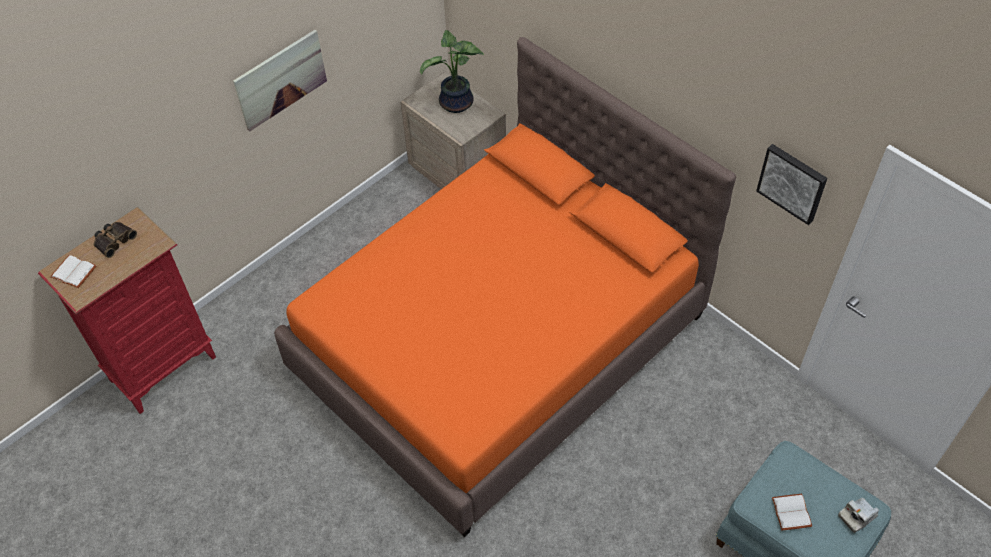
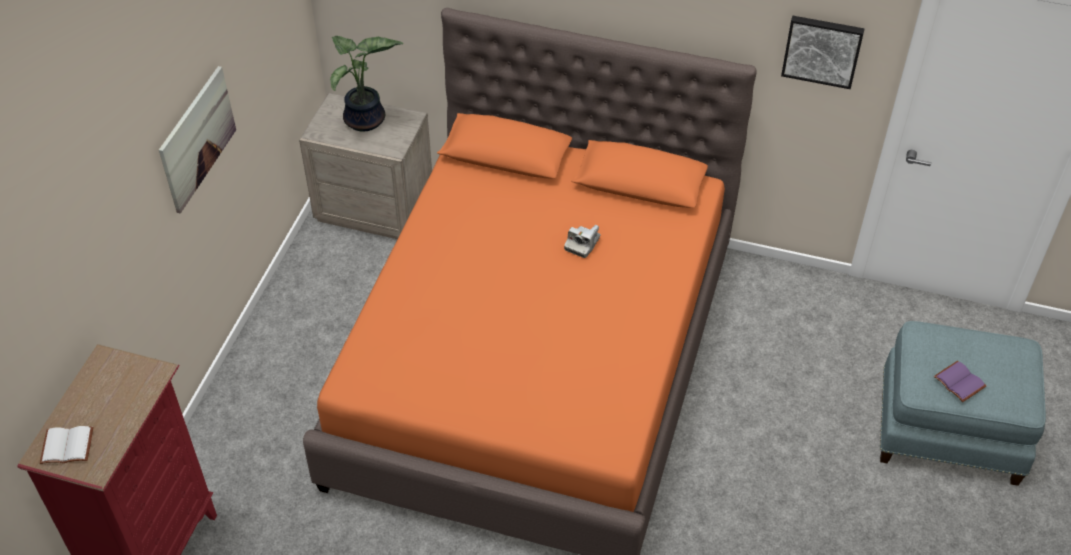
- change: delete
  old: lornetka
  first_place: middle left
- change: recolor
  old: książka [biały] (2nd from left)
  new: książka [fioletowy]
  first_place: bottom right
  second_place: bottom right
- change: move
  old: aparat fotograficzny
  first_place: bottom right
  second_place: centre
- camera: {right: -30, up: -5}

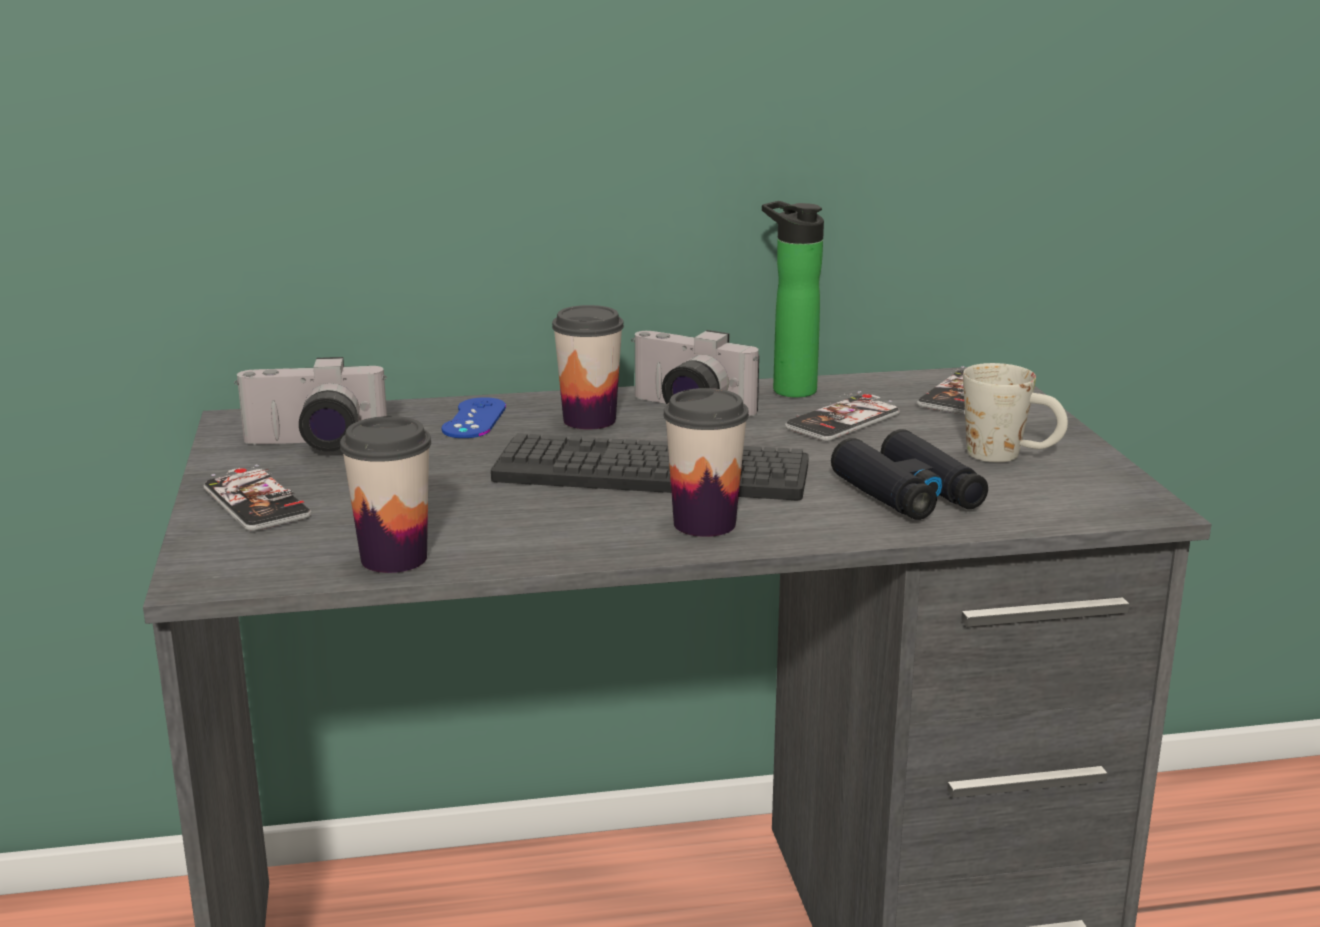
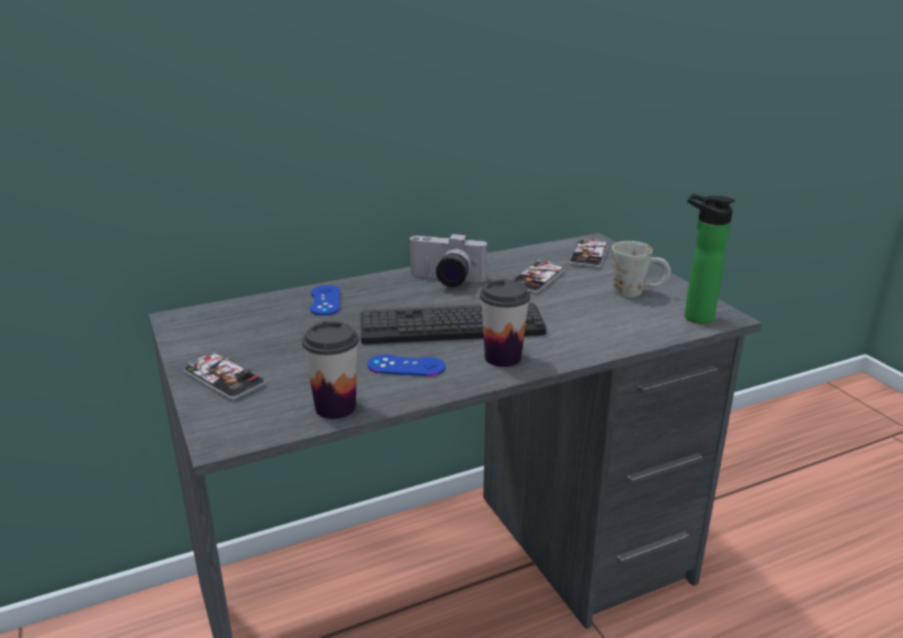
- change: delete
  old: aparat fotograficzny (1st from left)
  first_place: middle left
- change: delete
  old: filiżanka (2nd from left)
  first_place: centre
- change: move
  old: butelka
  first_place: top centre
  second_place: middle right
- change: delete
  old: lornetka [czarny]
  first_place: middle right
- change: insert
  new: pad do gier [niebieski] (2nd from left)
  second_place: centre
- camera: {right: -15, up: 5}

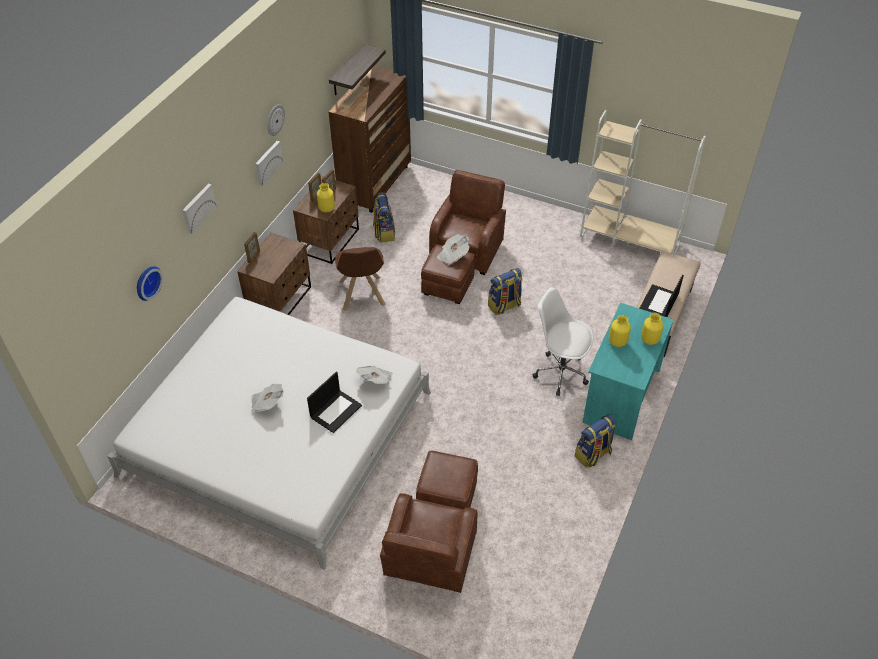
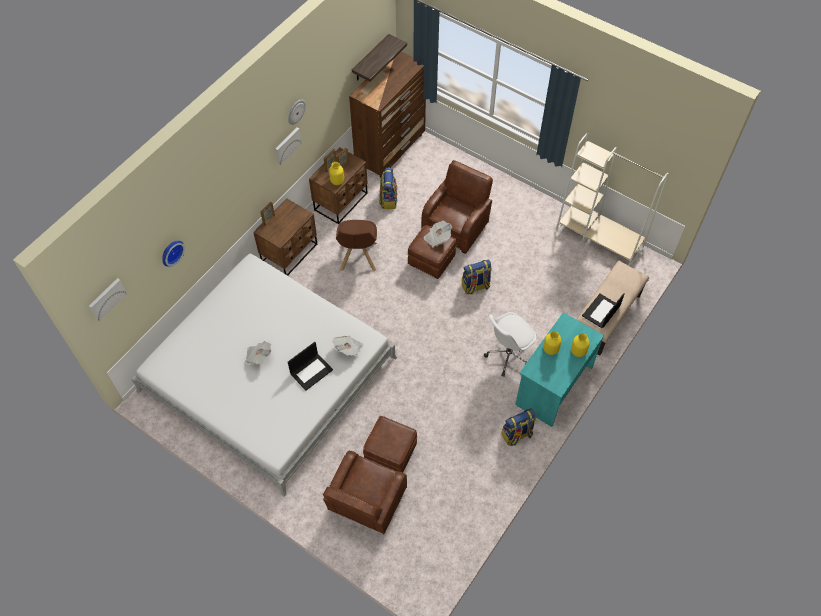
- change: move
  old: obraz (1st from left)
  first_place: top left
  second_place: middle left
- change: rotate
  old: krzesło biurowe [biały]
  first_place: centre
  second_place: centre
  degrees: -75
- camera: {right: 10, up: 10}

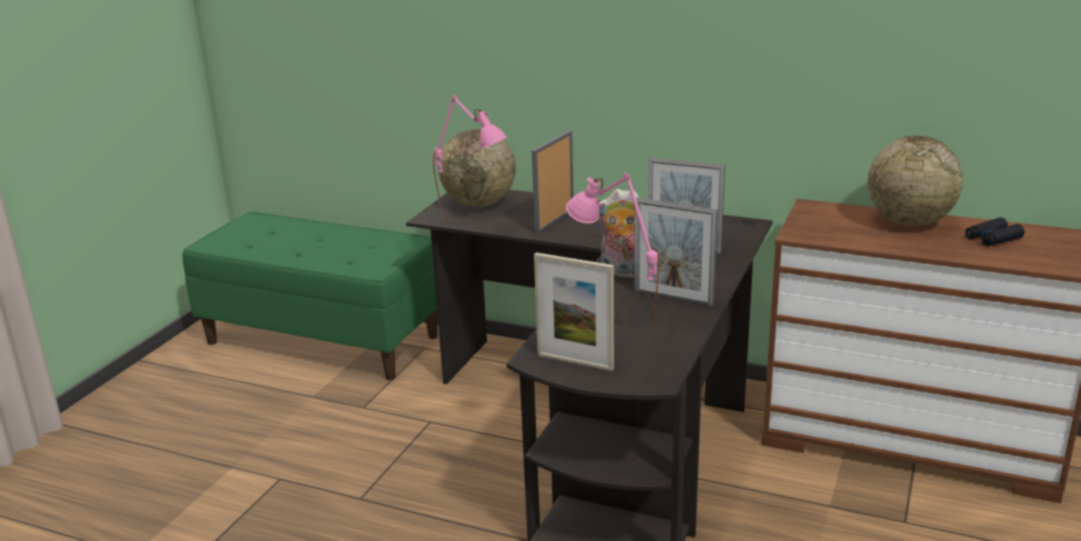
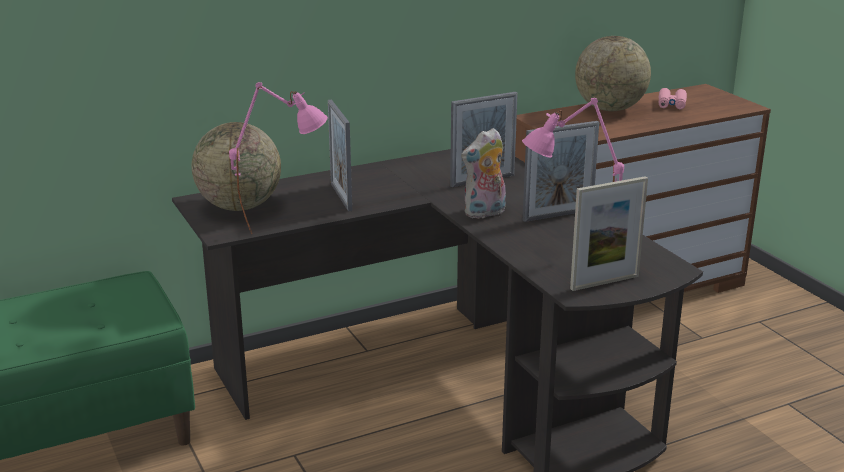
- change: recolor
  old: lornetka [czarny]
  new: lornetka [różowy]
  first_place: middle right
  second_place: top right
- camera: {right: -50, up: 0}

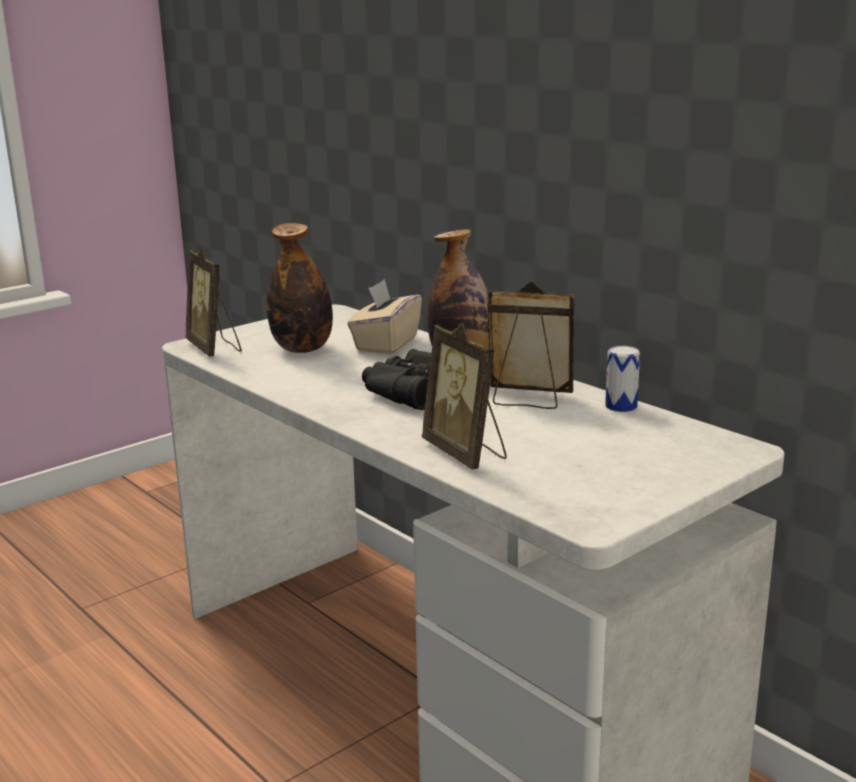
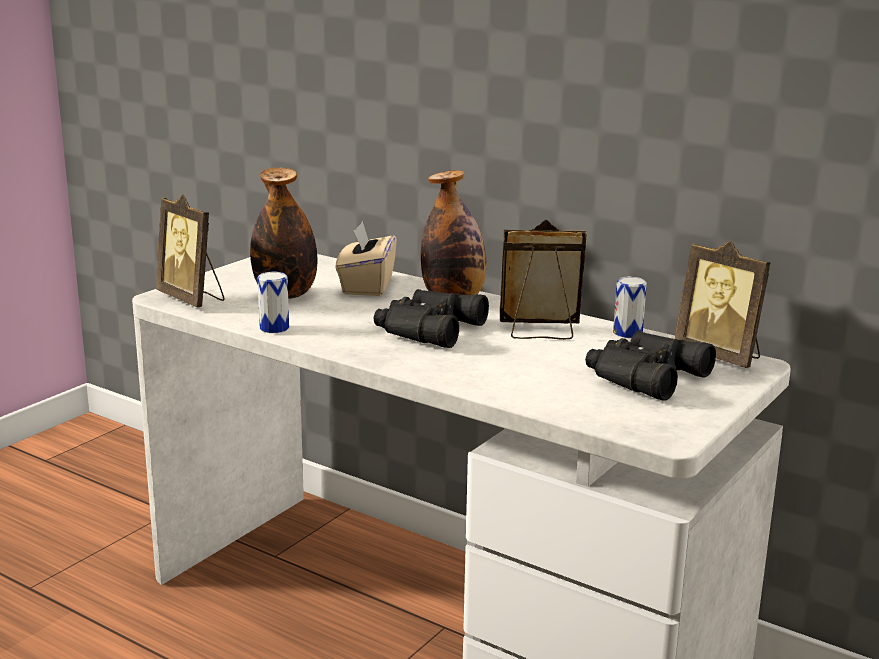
- change: move
  old: ramka na zdjęcie (2nd from left in the first image)
  new: ramka na zdjęcie (3rd from left)
  first_place: centre
  second_place: middle right
- change: insert
  new: puszka (1st from left)
  second_place: middle left
- change: insert
  new: lornetka [czarny] (2nd from left)
  second_place: middle right
- camera: {right: -15, up: 0}

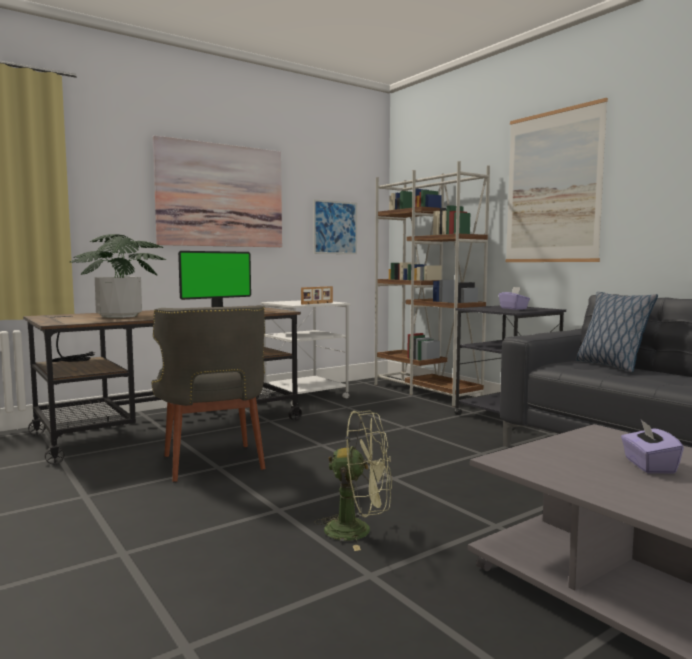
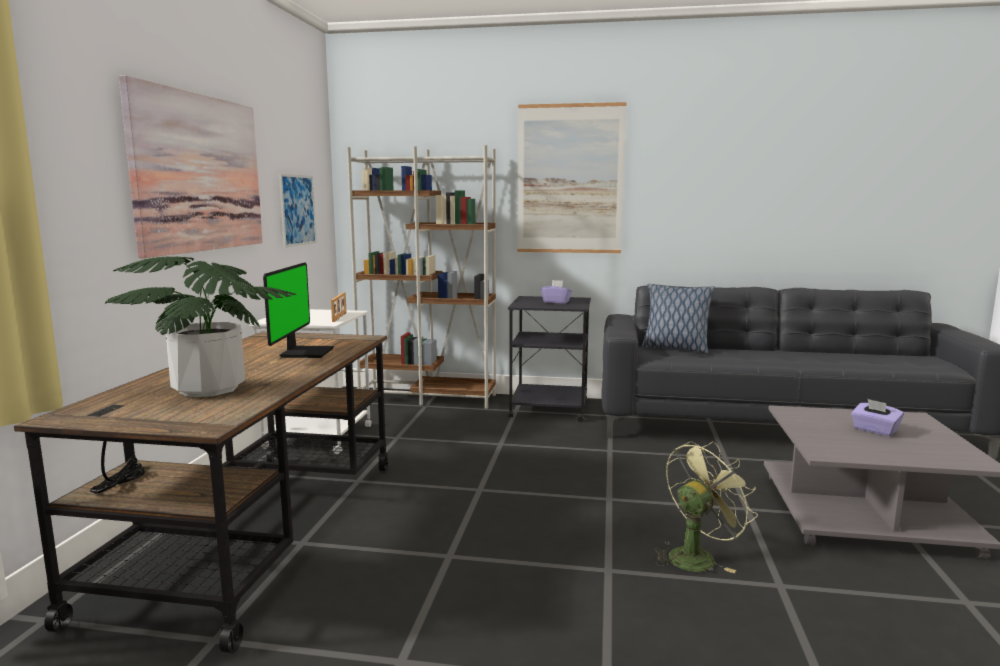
- change: delete
  old: krzesło [szary]
  first_place: middle left
- camera: {right: -45, up: 5}

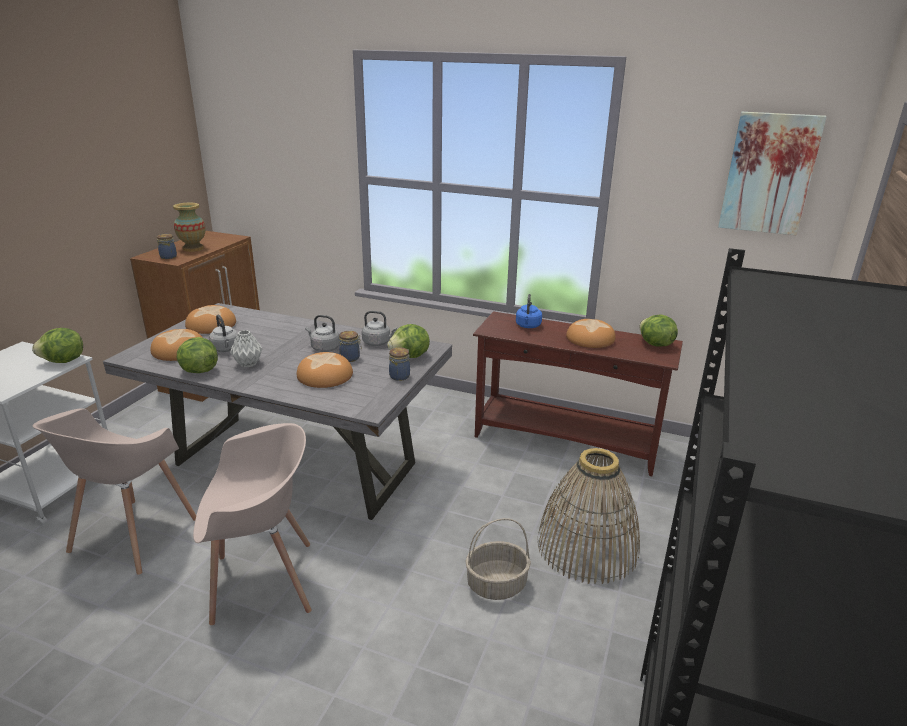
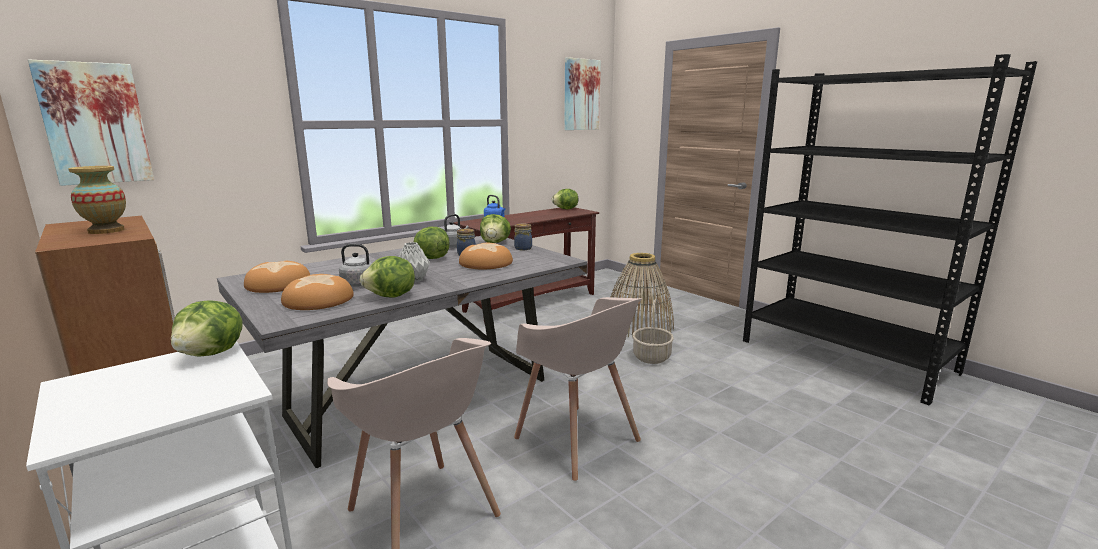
- change: delete
  old: słoik (1st from left)
  first_place: middle left
- change: rotate
  old: krzesło [beżowy] (2nd from left)
  first_place: bottom left
  second_place: bottom centre
  degrees: 120
- change: replace
  old: czajnik [szary] (2nd from left)
  new: sałata (3rd from left)
  first_place: centre
  second_place: centre
- change: delete
  old: chleb (4th from left)
  first_place: centre
- change: insert
  new: obraz (1st from left)
  second_place: top left
- camera: {right: -60, up: -10}

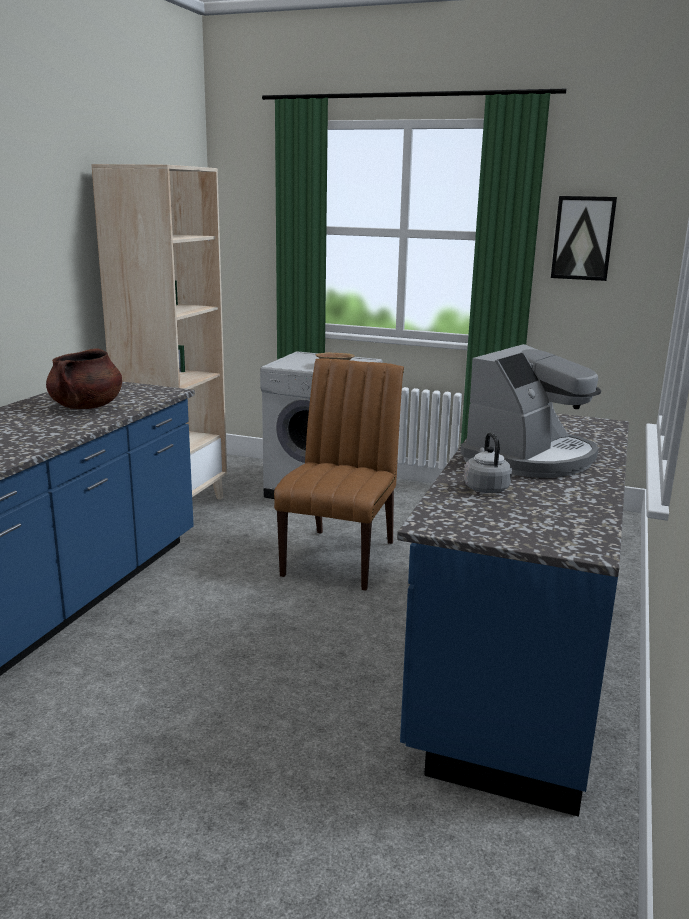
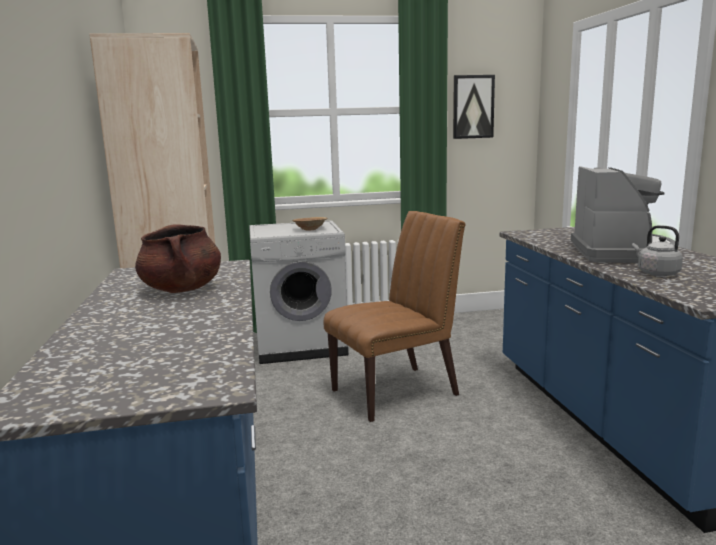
- change: rotate
  old: krzesło [brązowy]
  first_place: centre
  second_place: centre
  degrees: 75
- camera: {right: -30, up: -5}

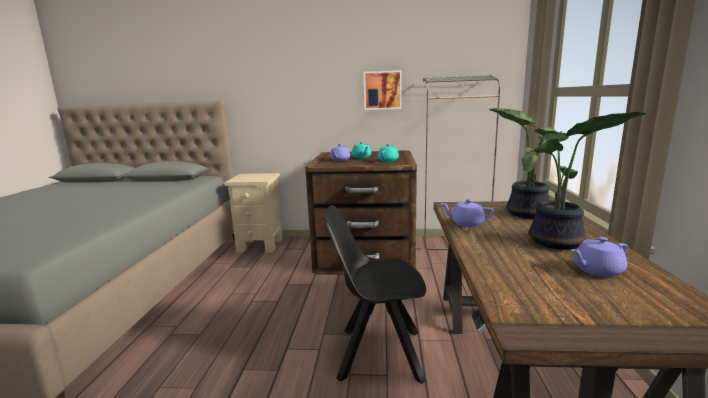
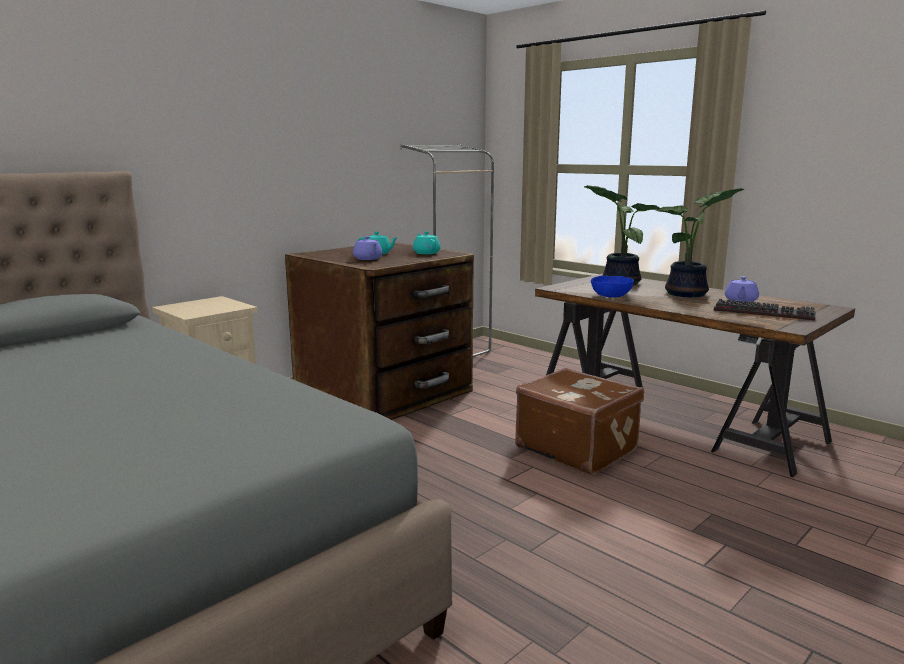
- change: replace
  old: krzesło [czarny]
  new: walizka [brązowy]
  first_place: bottom centre
  second_place: centre
- change: delete
  old: obraz
  first_place: top centre
- change: replace
  old: imbryk [fioletowy] (2nd from left)
  new: miska [niebieski]
  first_place: centre
  second_place: middle right
- change: insert
  new: klawiatura
  second_place: middle right
- camera: {right: -50, up: 0}

